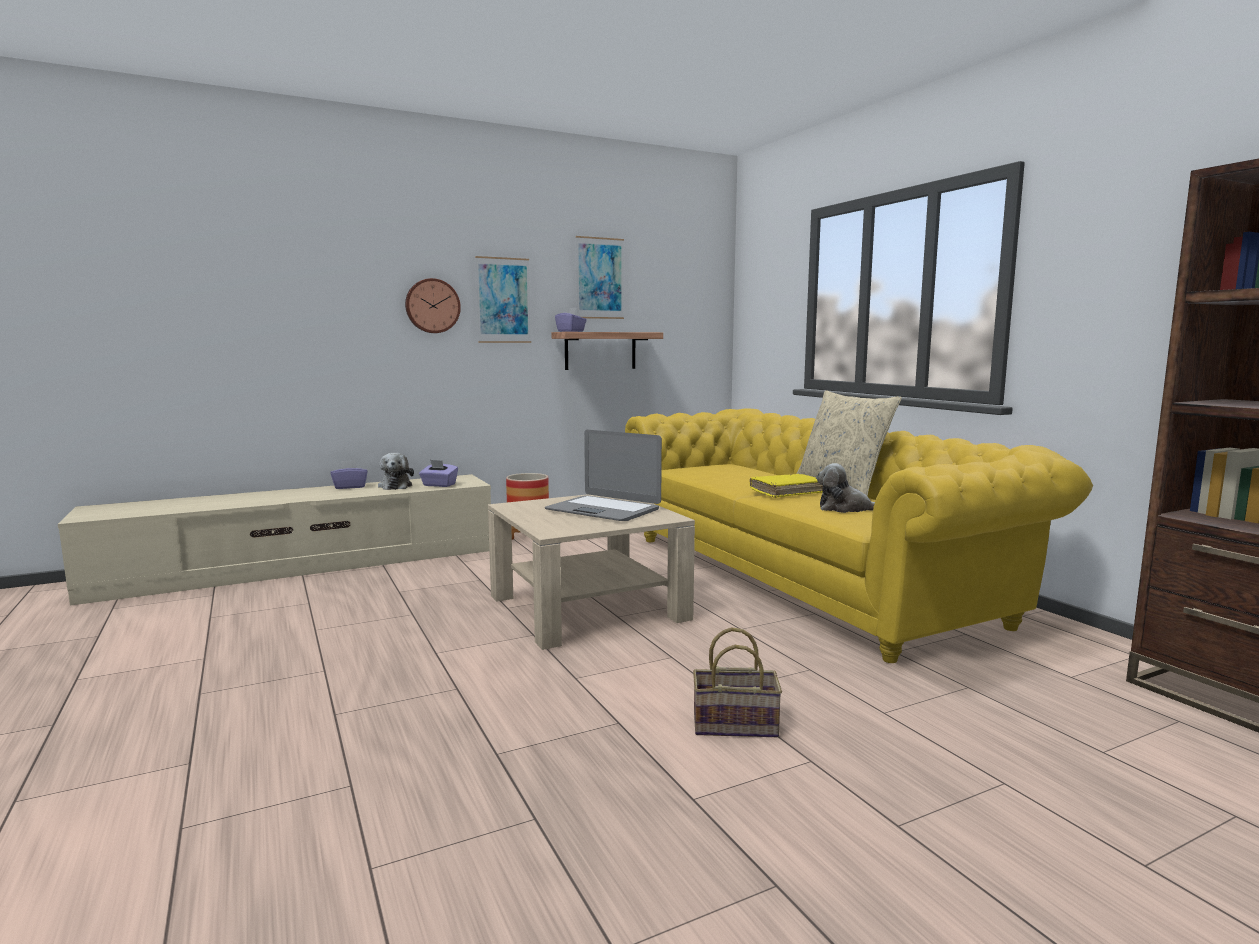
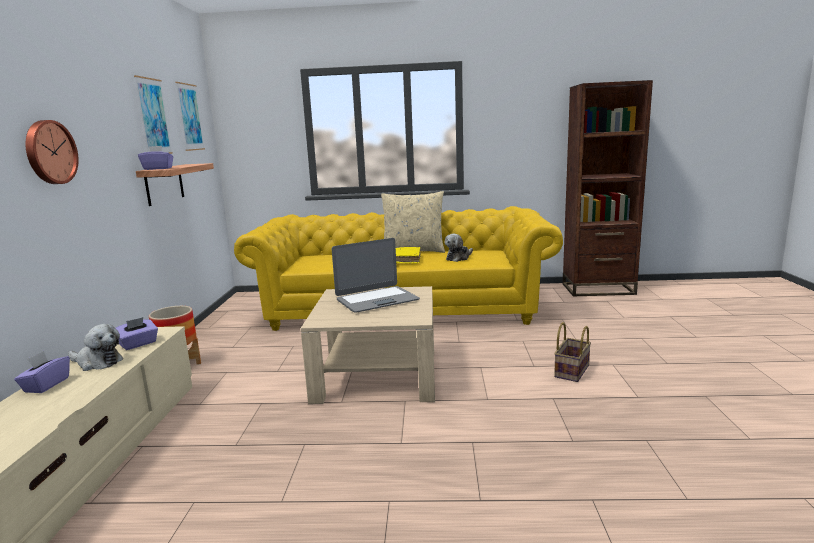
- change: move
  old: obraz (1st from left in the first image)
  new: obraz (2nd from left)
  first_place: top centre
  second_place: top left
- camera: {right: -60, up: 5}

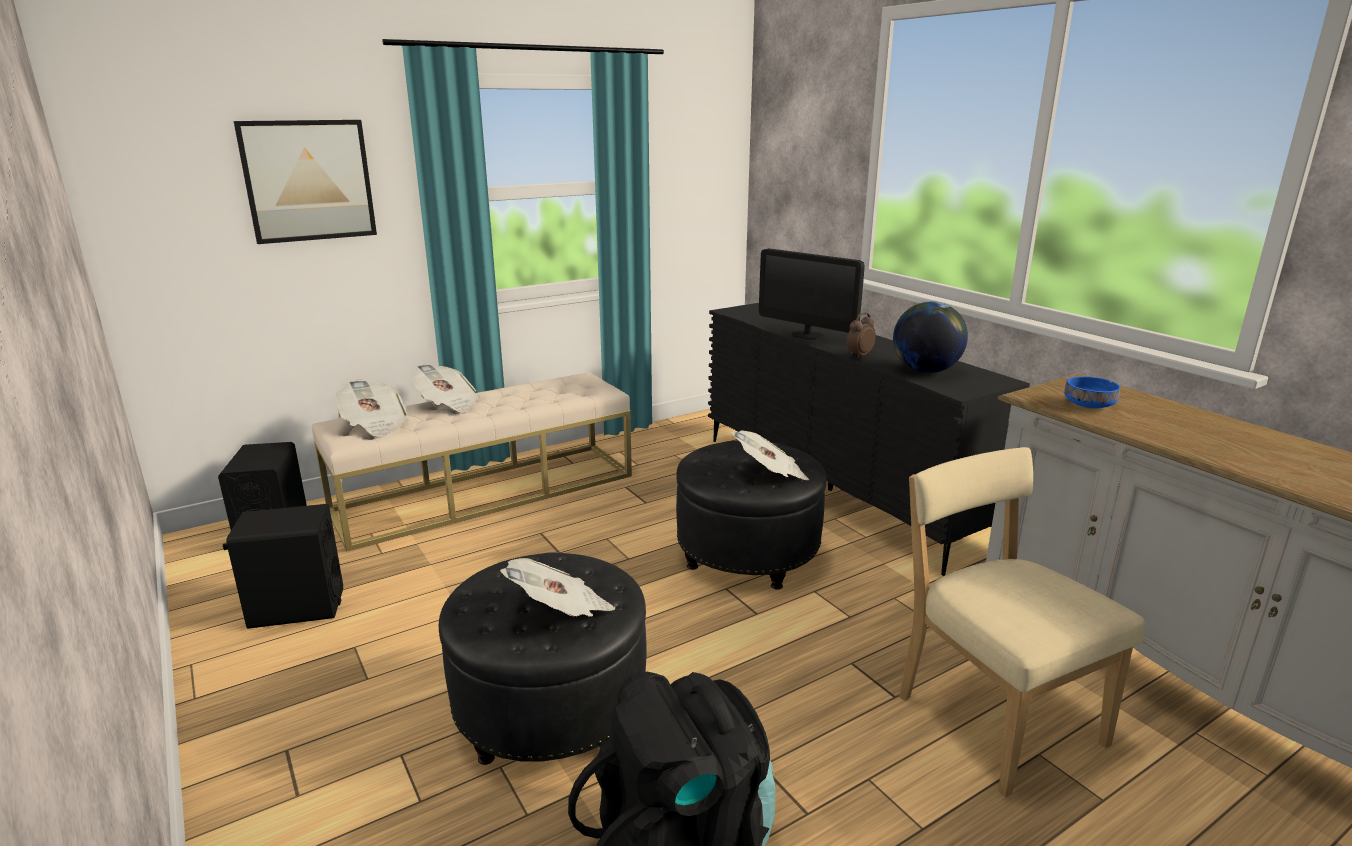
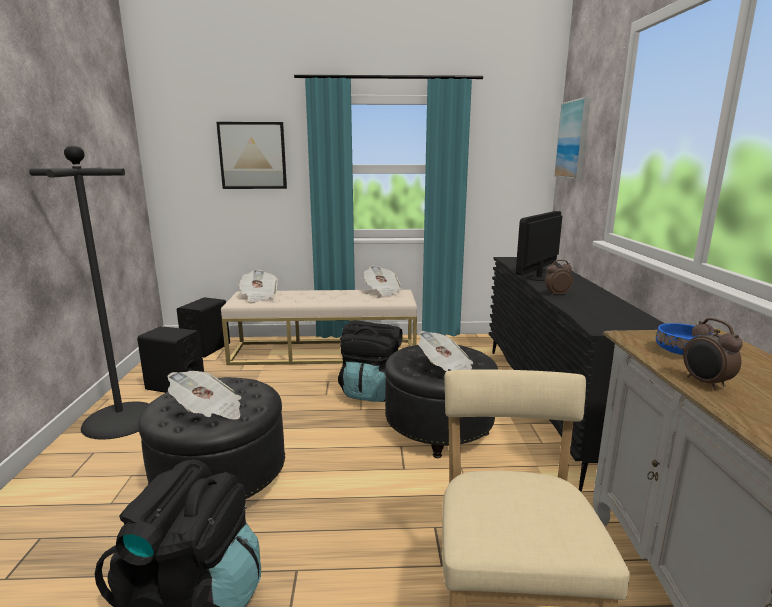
- change: move
  old: gazeta (2nd from left in the first image)
  new: gazeta (3rd from left)
  first_place: middle left
  second_place: centre
- change: rotate
  old: monitor
  first_place: centre
  second_place: middle right
  degrees: 60
- change: delete
  old: globus
  first_place: middle right
- change: insert
  new: wieszak [czarny]
  second_place: middle left
- change: insert
  new: plecak [czarny] (2nd from left)
  second_place: centre
- change: insert
  new: obraz (2nd from left)
  second_place: top right
- change: insert
  new: budzik (2nd from left)
  second_place: middle right
- camera: {right: 30, up: -5}

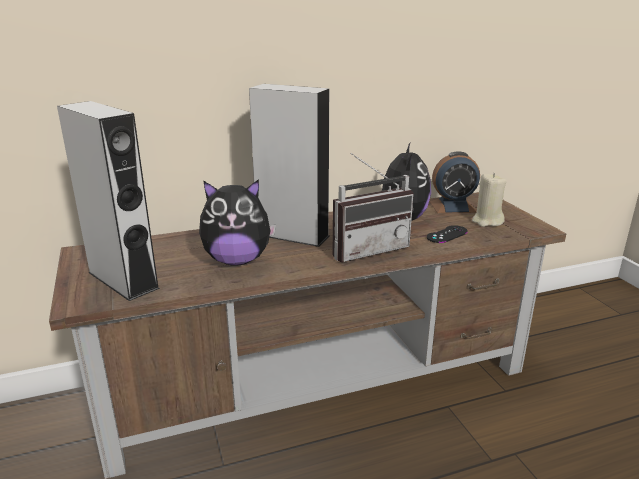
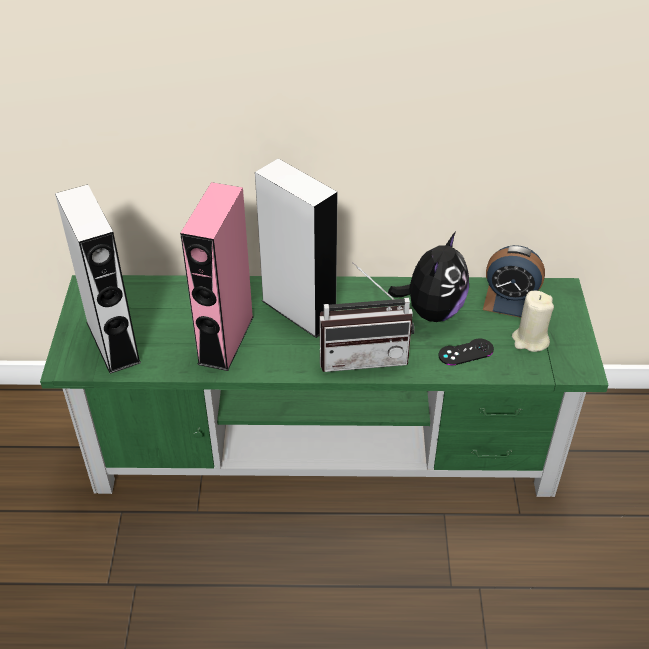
- change: recolor
  old: szafka pod telewizor [brązowy]
  new: szafka pod telewizor [zielony]
  first_place: bottom centre
  second_place: centre
- change: replace
  old: pluszak (1st from left)
  new: głośnik [różowy]
  first_place: centre
  second_place: centre
- camera: {right: 20, up: 20}

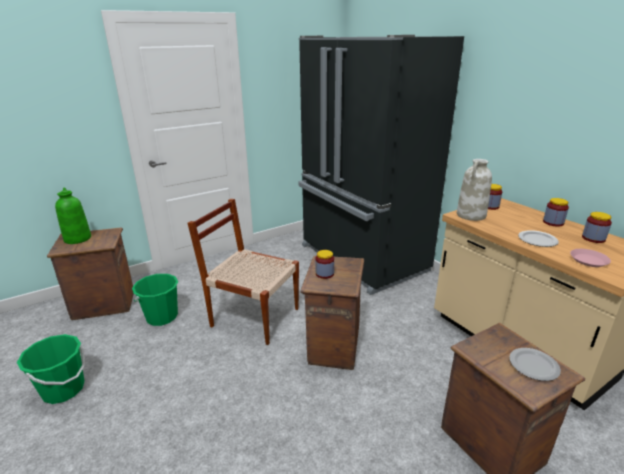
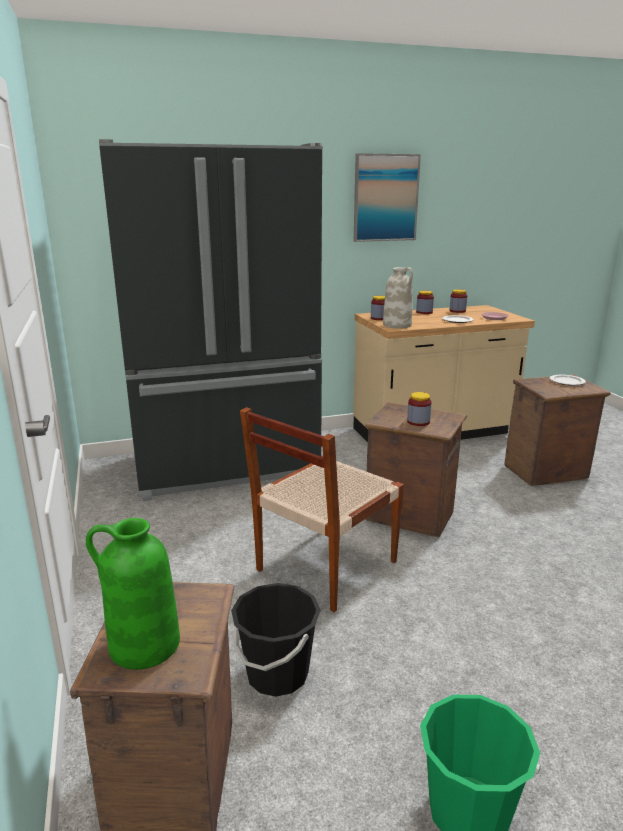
- change: recolor
  old: wiadro [zielony] (2nd from left)
  new: wiadro [czarny]
  first_place: middle left
  second_place: bottom centre
- change: insert
  new: obraz
  second_place: top centre
- camera: {right: -75, up: -5}

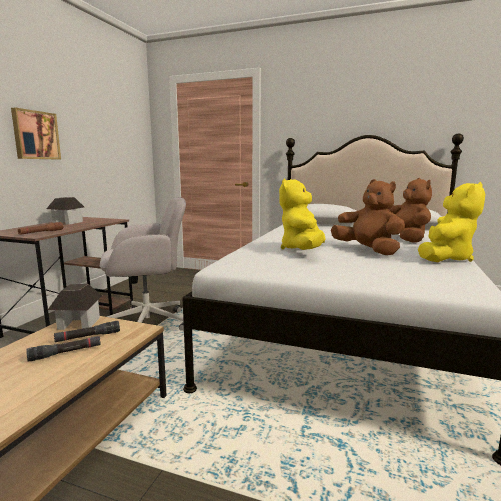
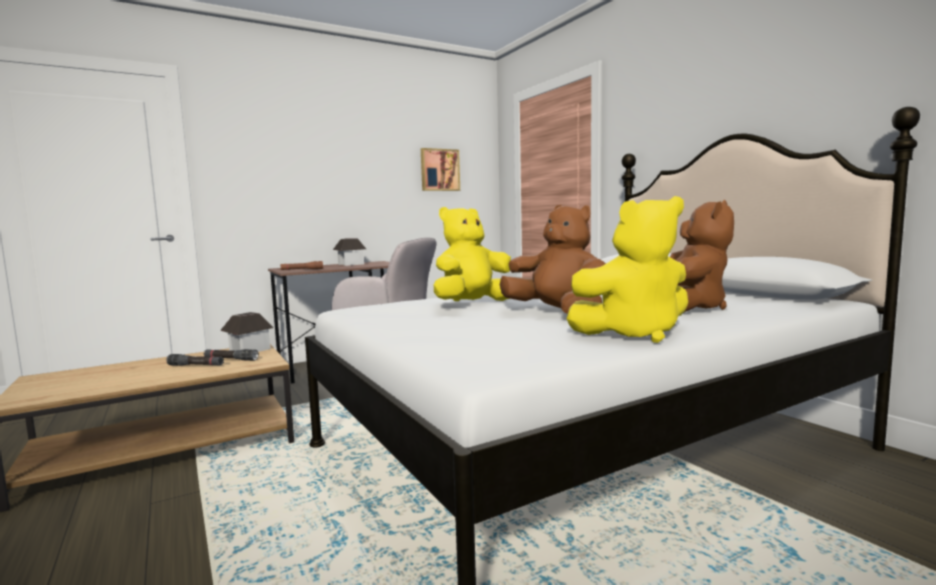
- change: move
  old: obraz
  first_place: top left
  second_place: top centre
- change: rotate
  old: pluszak [brązowy] (1st from left)
  first_place: middle right
  second_place: centre
  degrees: -45
- camera: {right: 40, up: -5}

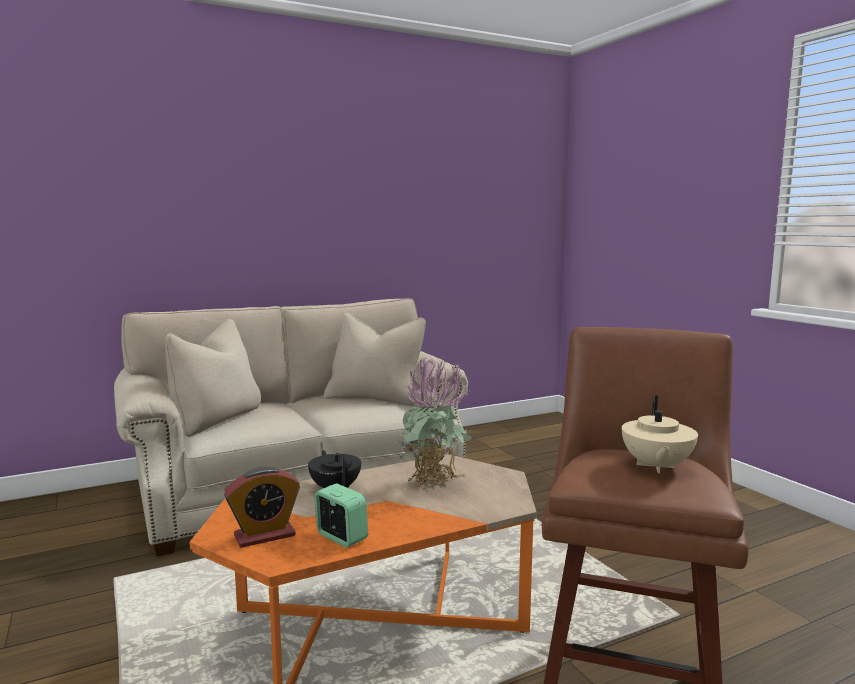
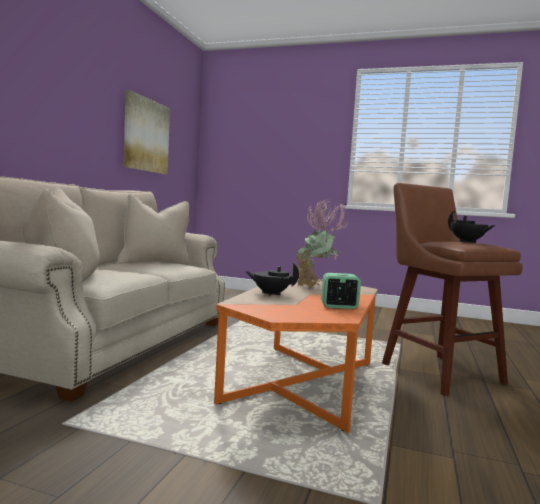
- change: delete
  old: budzik (1st from left)
  first_place: bottom left
- change: recolor
  old: imbryk [beżowy]
  new: imbryk [czarny] (2nd from left)
  first_place: middle right
  second_place: middle right
- change: insert
  new: obraz
  second_place: top left
- camera: {right: -45, up: -5}

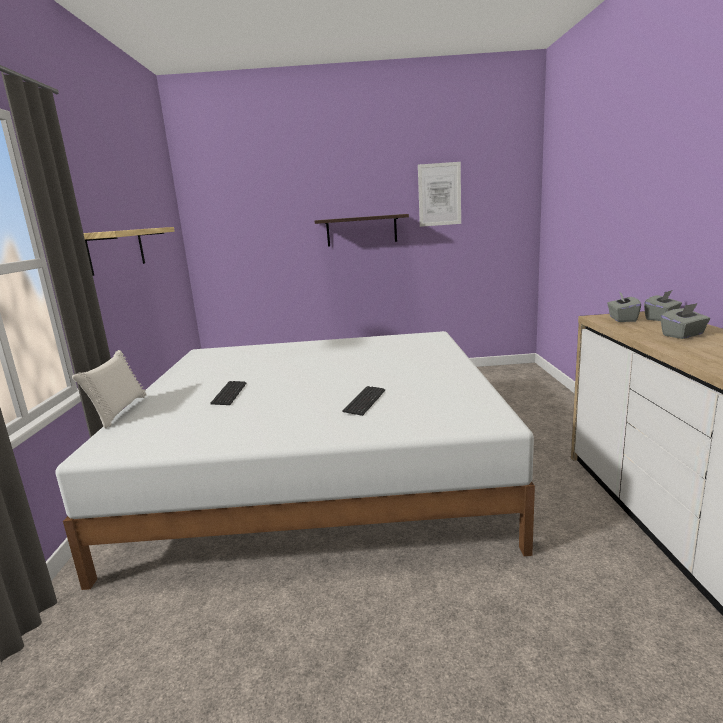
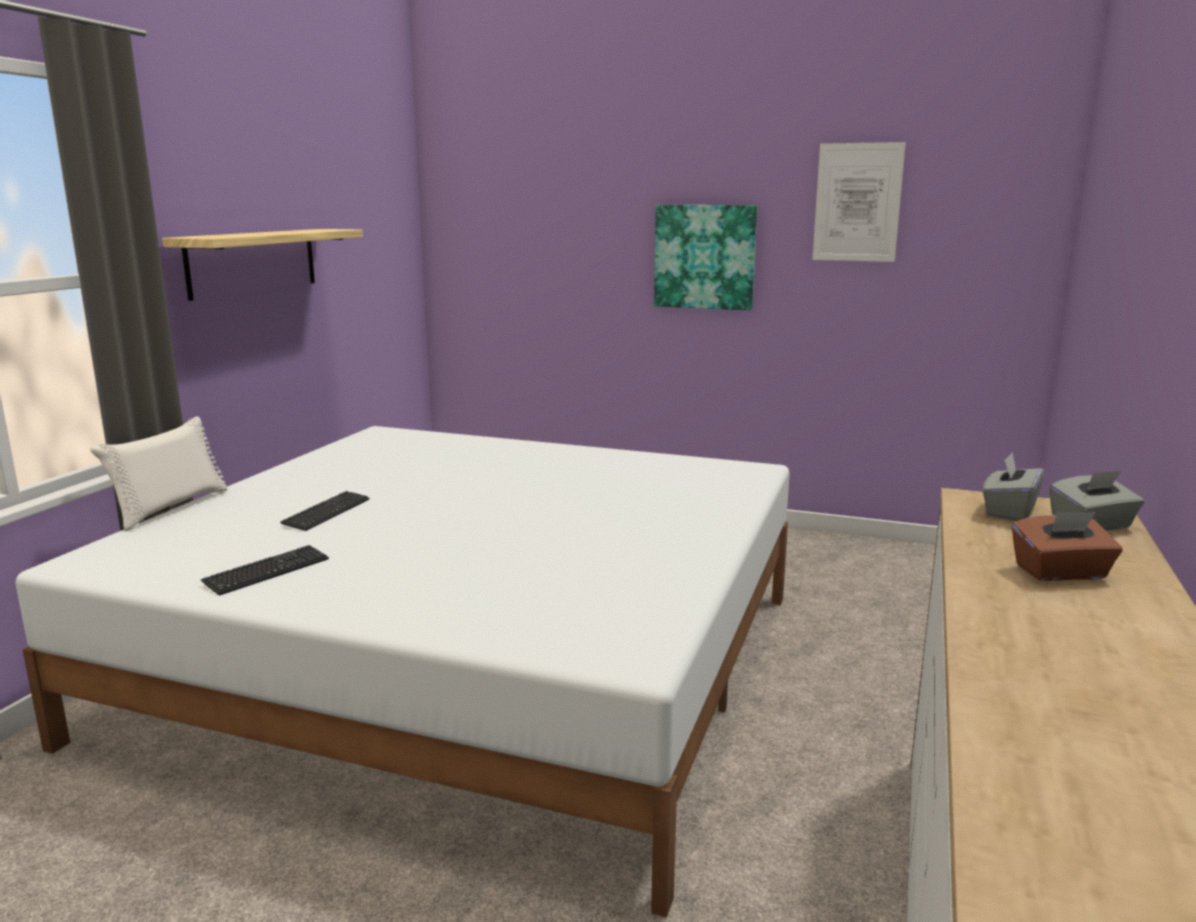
- change: replace
  old: półka (2nd from left)
  new: obraz (1st from left)
  first_place: top centre
  second_place: top centre
- change: move
  old: klawiatura (2nd from left in the first image)
  new: klawiatura (1st from left)
  first_place: centre
  second_place: middle left
- change: recolor
  old: pudełko chusteczek [szary] (3rd from left)
  new: pudełko chusteczek [brązowy]
  first_place: middle right
  second_place: middle right
- camera: {right: 20, up: 0}

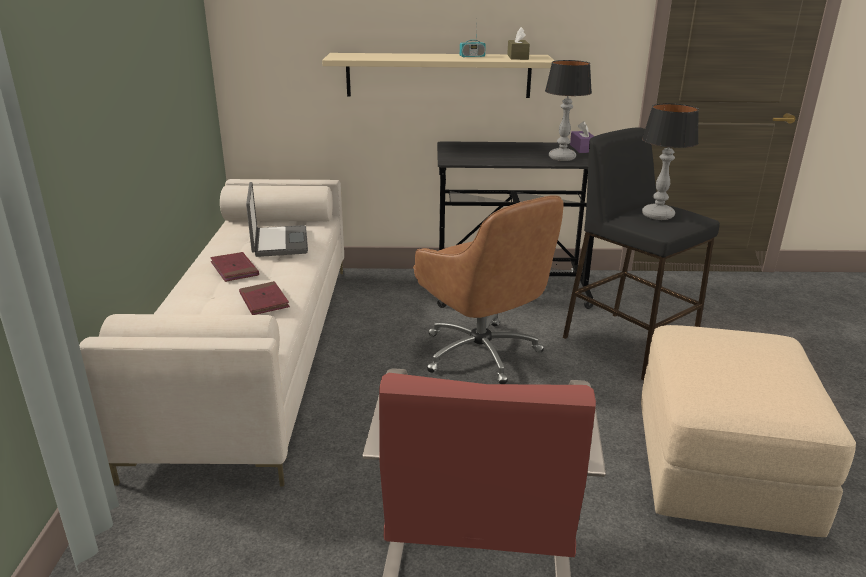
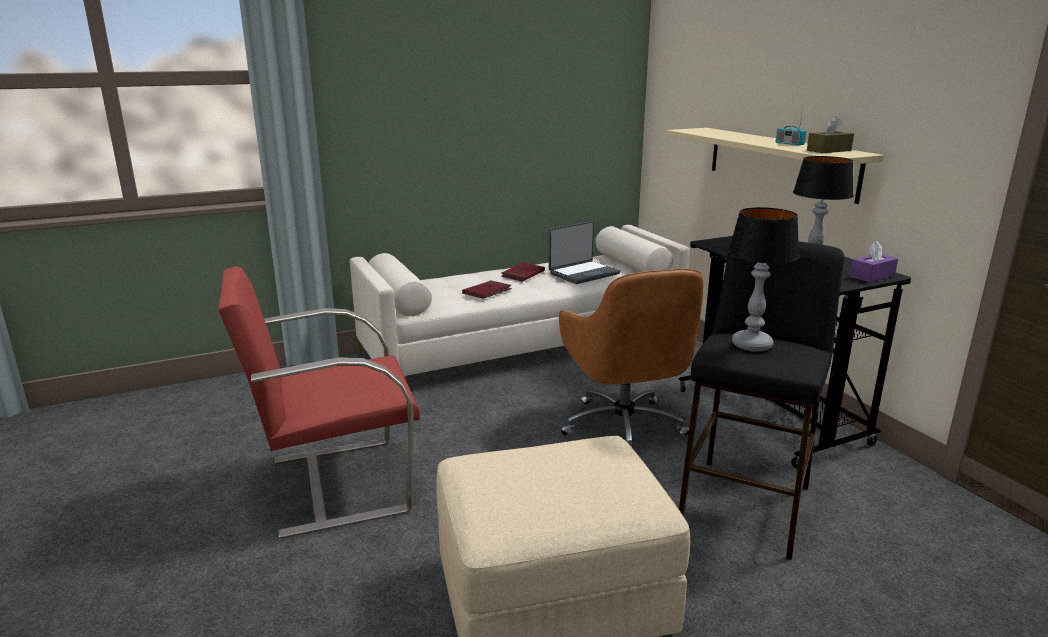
- change: rotate
  old: krzesło biurowe [brązowy]
  first_place: centre
  second_place: centre
  degrees: -45
- camera: {right: 65, up: -5}

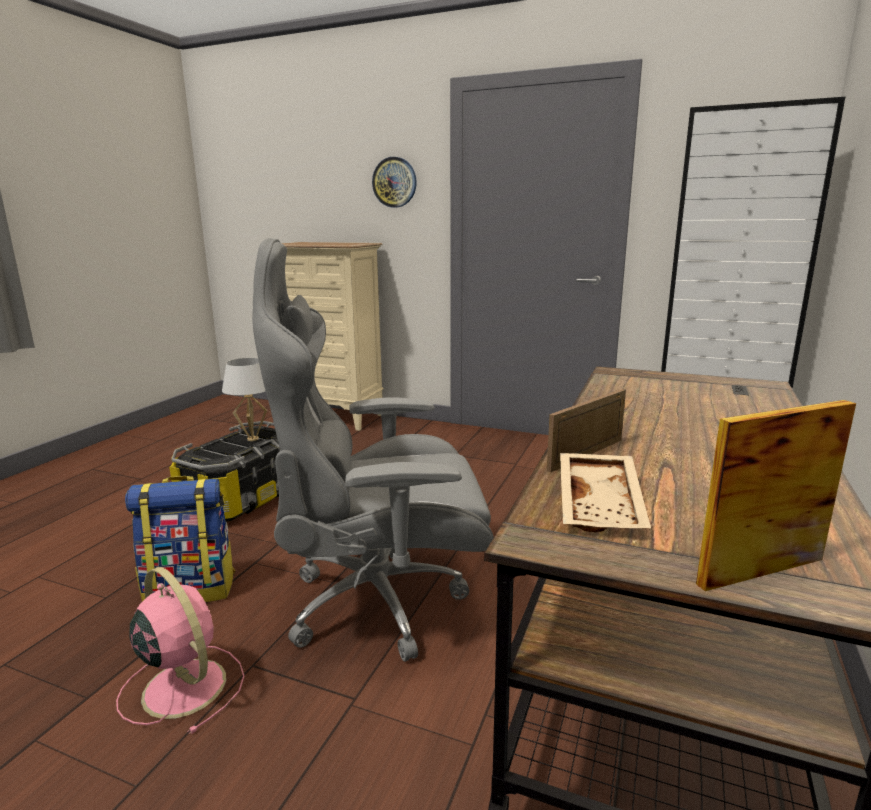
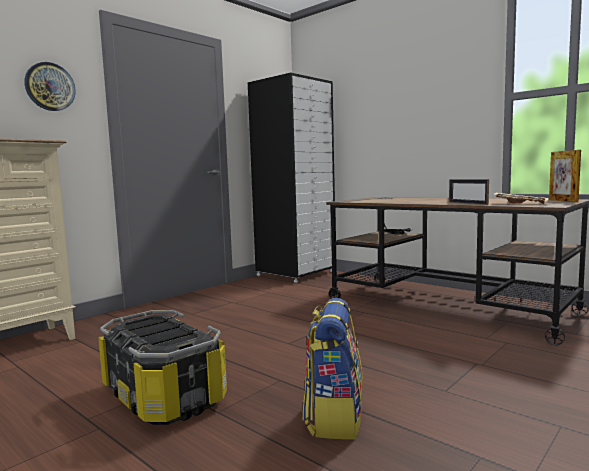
- change: delete
  old: wentylator [różowy]
  first_place: bottom left
- change: delete
  old: lampa stołowa [biały]
  first_place: middle left
- change: delete
  old: krzesło biurowe [szary]
  first_place: centre
- camera: {right: -70, up: -10}

